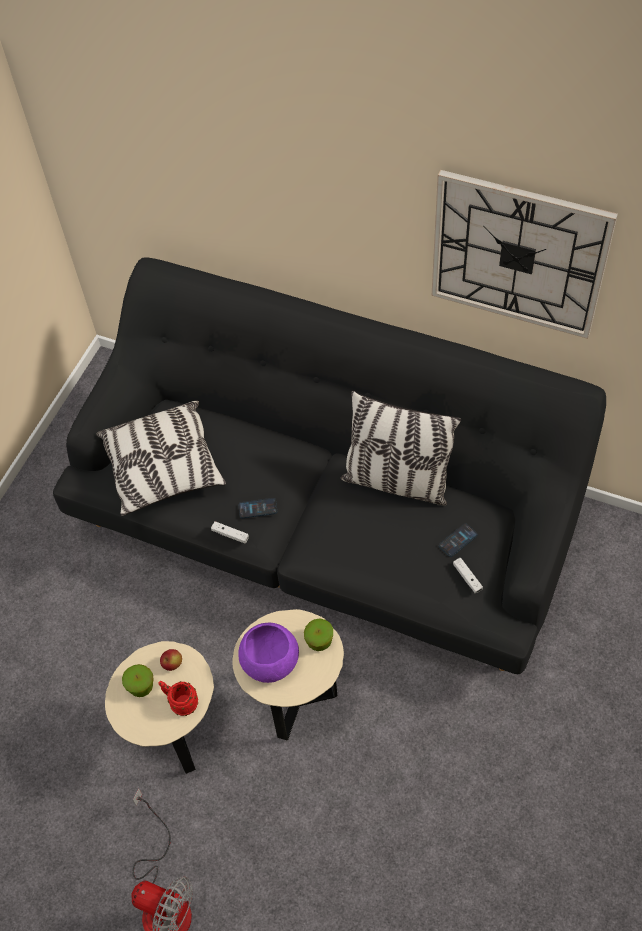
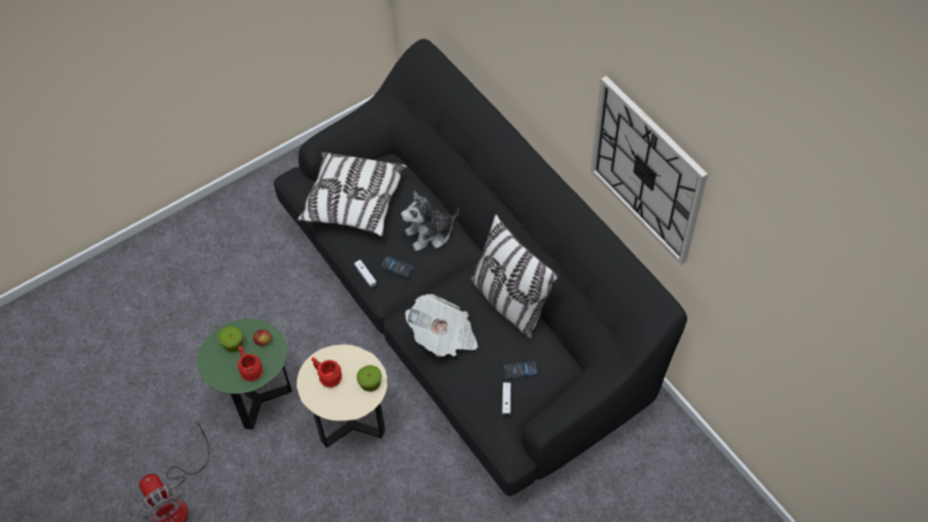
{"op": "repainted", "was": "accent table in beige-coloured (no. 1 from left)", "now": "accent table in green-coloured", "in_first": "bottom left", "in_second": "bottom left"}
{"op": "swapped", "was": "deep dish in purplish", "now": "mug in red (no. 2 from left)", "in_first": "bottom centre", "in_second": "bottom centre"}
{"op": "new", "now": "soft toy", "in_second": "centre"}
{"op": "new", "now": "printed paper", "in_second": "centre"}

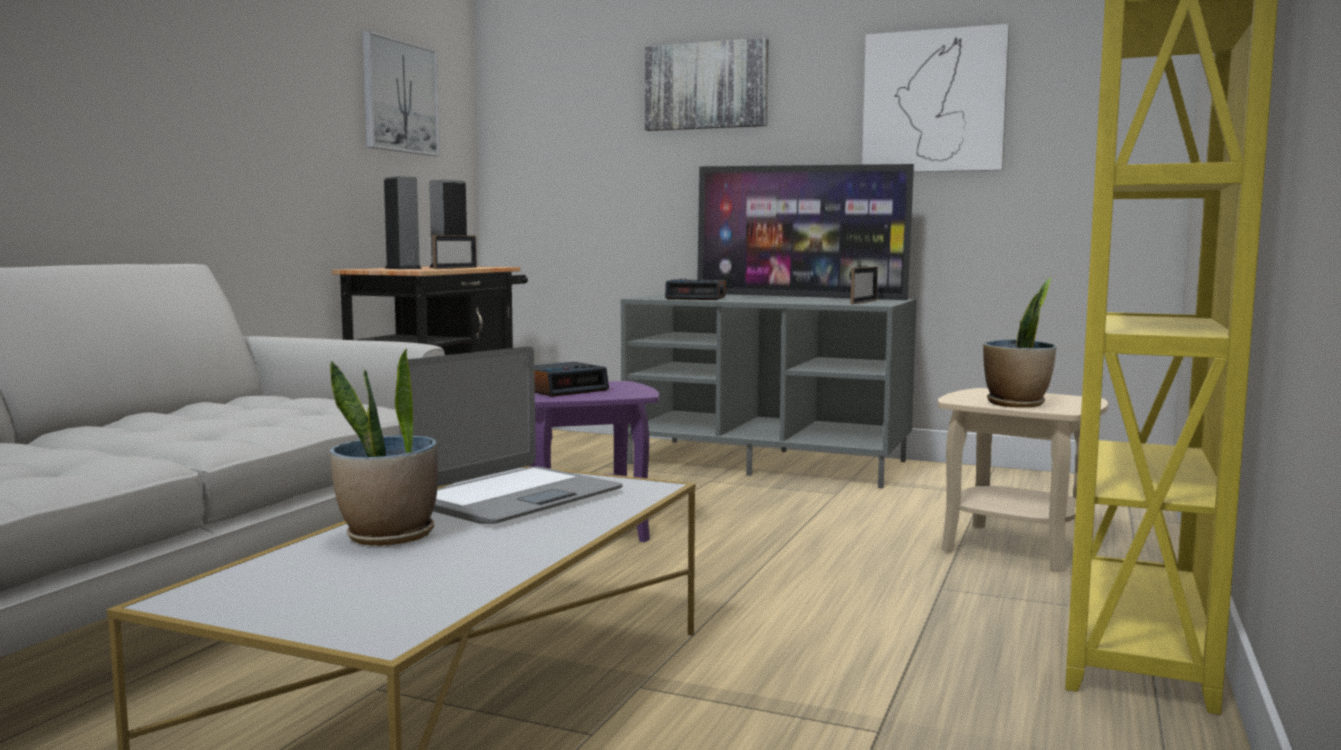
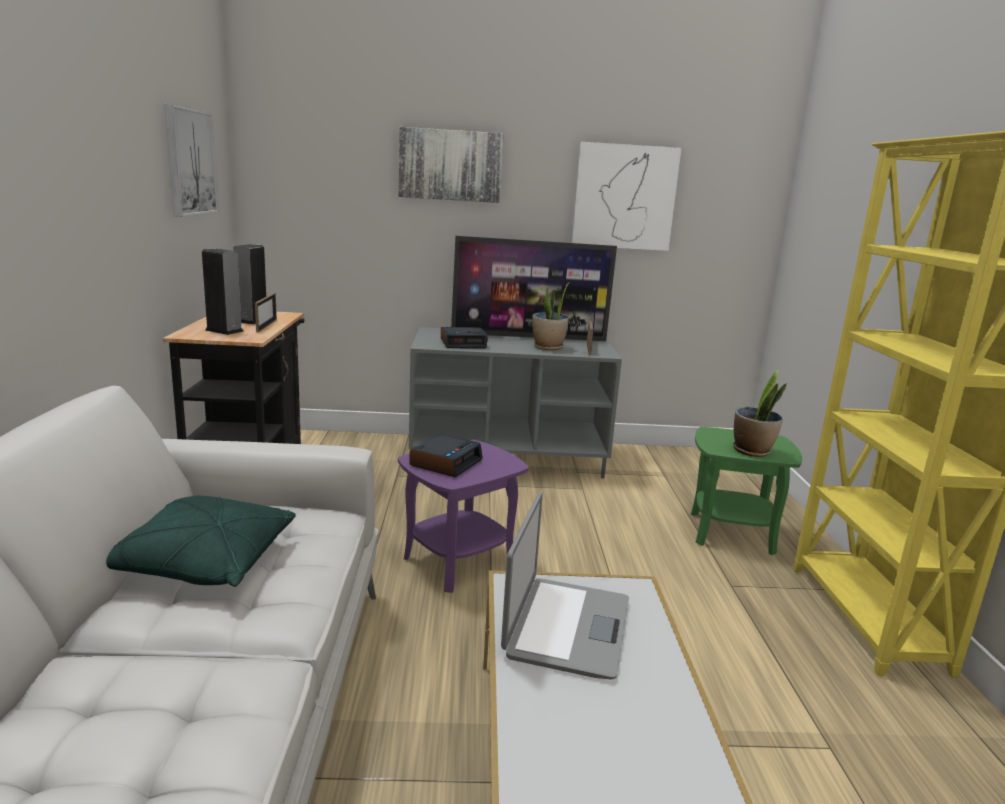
{"op": "new", "now": "cushion in green-coloured", "in_second": "bottom left"}
{"op": "shifted", "was": "plant in a pot (no. 1 from left)", "in_first": "middle left", "in_second": "centre"}
{"op": "repainted", "was": "accent table in beige-coloured", "now": "accent table in green-coloured", "in_first": "middle right", "in_second": "middle right"}

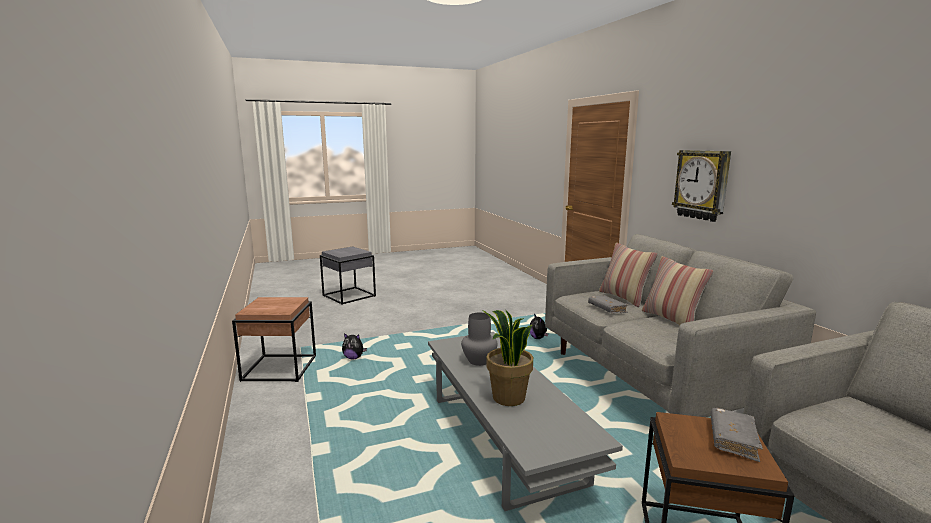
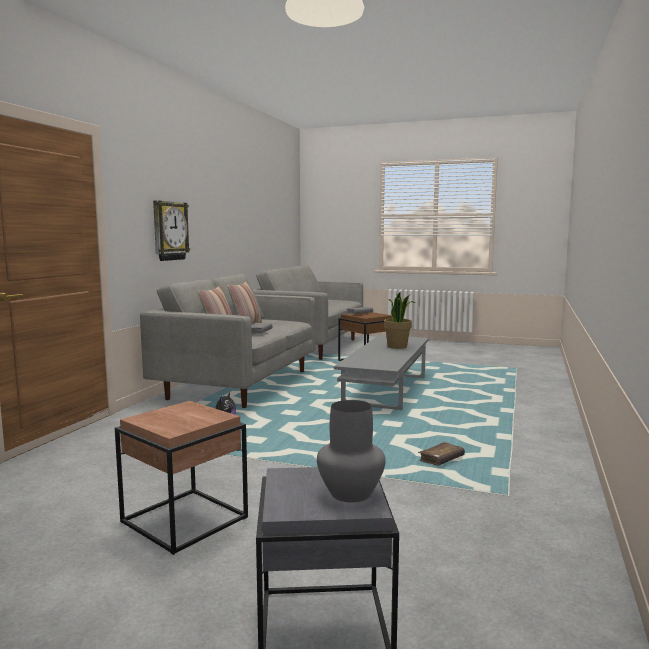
{"op": "shifted", "was": "accent table in brown (no. 1 from left)", "in_first": "middle left", "in_second": "bottom left"}
{"op": "shifted", "was": "vase in grey", "in_first": "centre", "in_second": "bottom centre"}
{"op": "swapped", "was": "soft toy (no. 1 from left)", "now": "book in brown", "in_first": "centre", "in_second": "bottom right"}

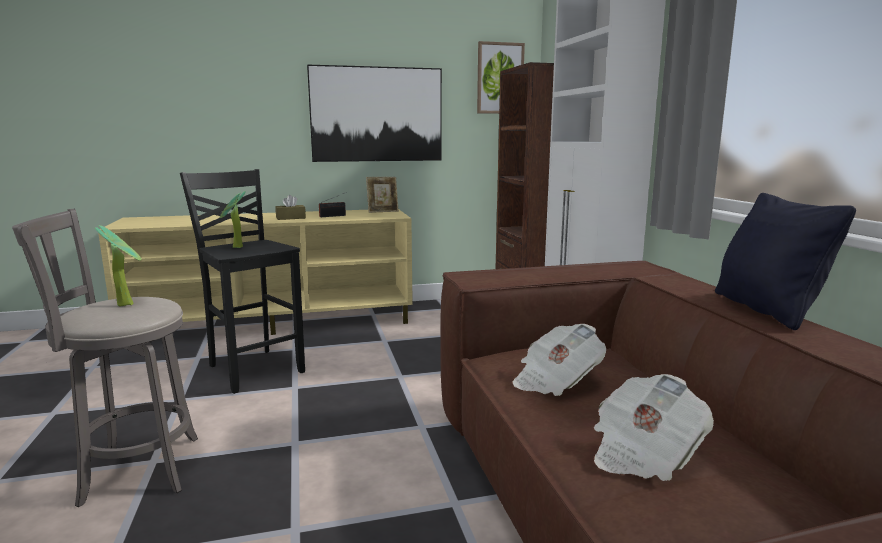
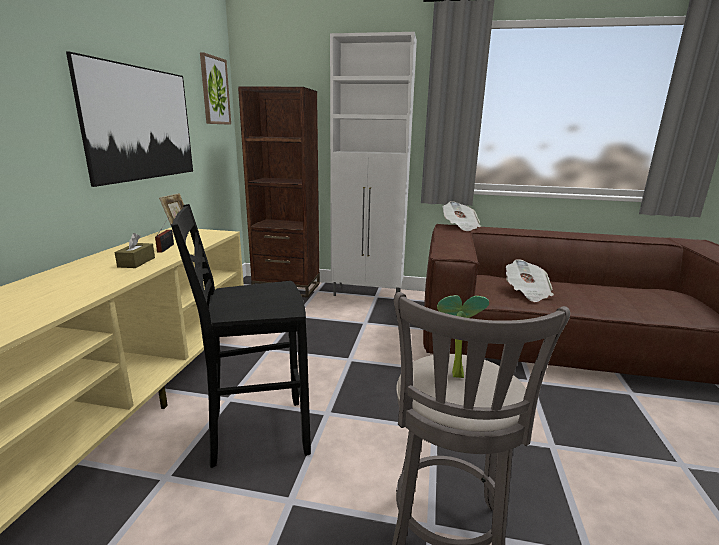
{"op": "shifted", "was": "printed paper (no. 2 from left in the first image)", "now": "printed paper (no. 1 from left)", "in_first": "bottom right", "in_second": "centre"}
{"op": "gone", "was": "plant in a pot (no. 2 from left)", "in_first": "middle left"}
{"op": "gone", "was": "cushion in blackish", "in_first": "middle right"}

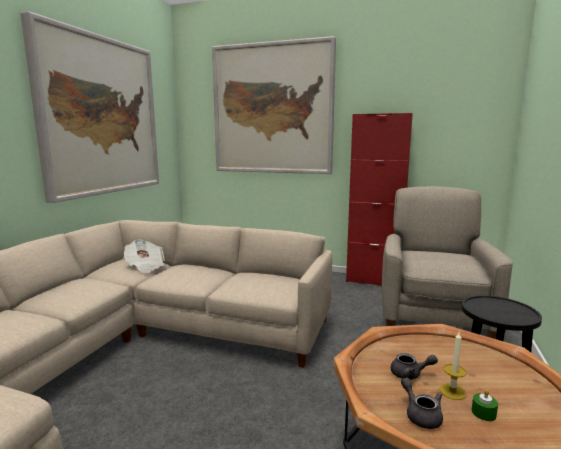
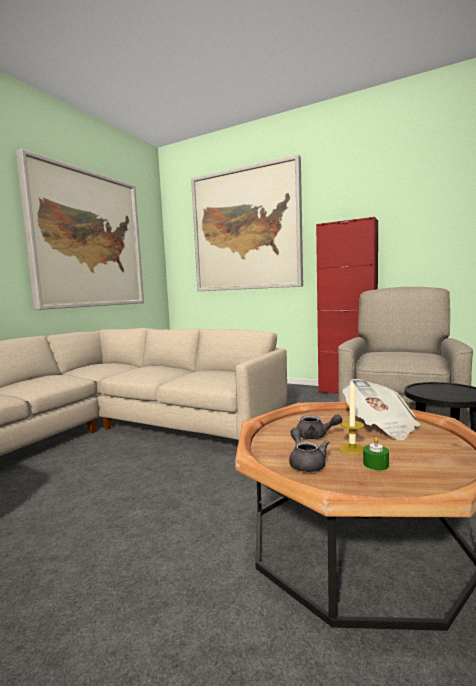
{"op": "shifted", "was": "printed paper", "in_first": "middle left", "in_second": "middle right"}

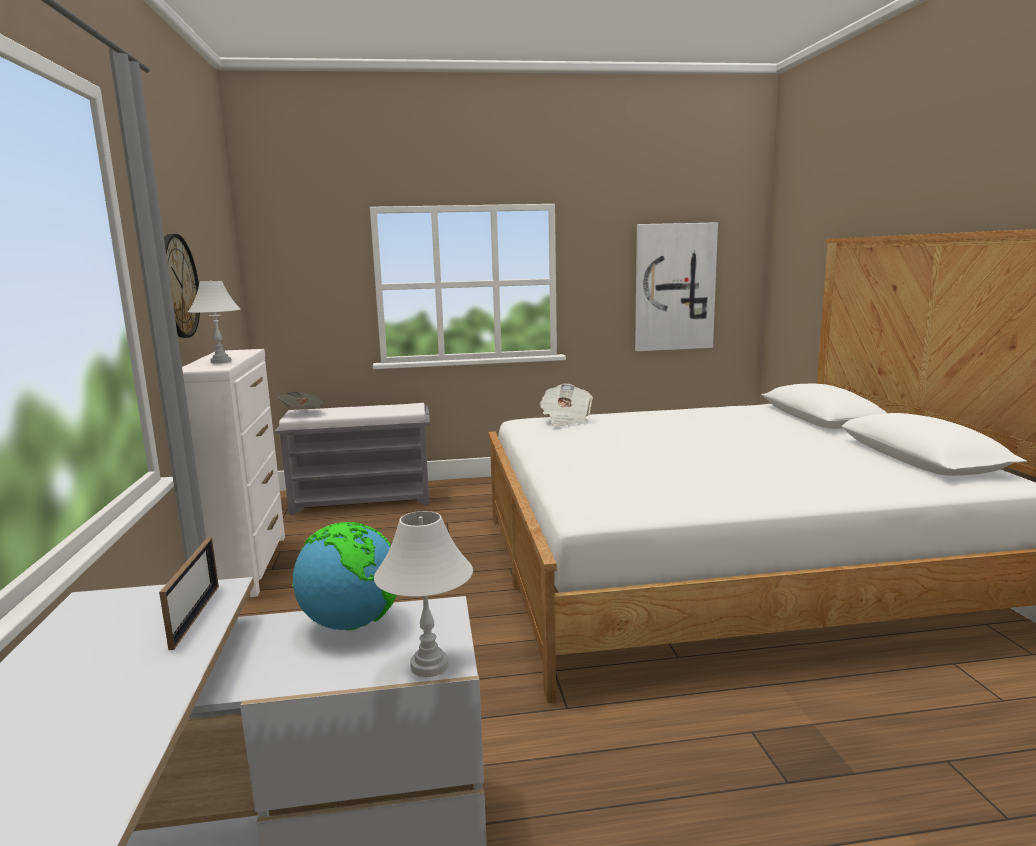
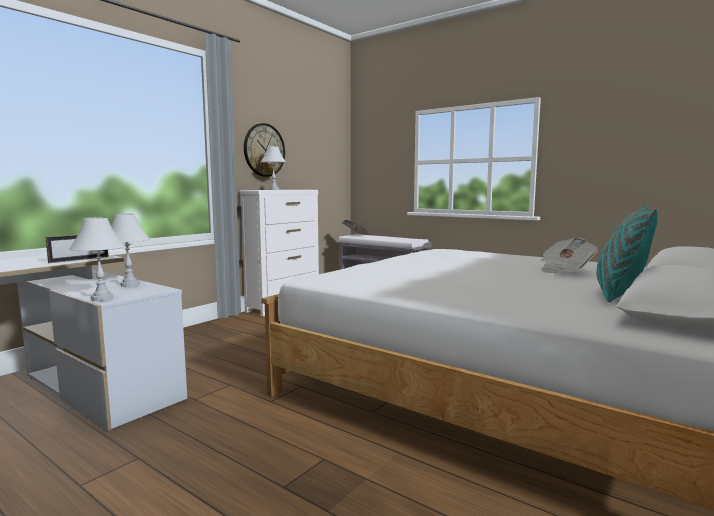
{"op": "swapped", "was": "world globe", "now": "lamp for a table in white-coloured (no. 2 from left)", "in_first": "bottom left", "in_second": "middle left"}
{"op": "shifted", "was": "printed paper (no. 2 from left)", "in_first": "centre", "in_second": "middle right"}
{"op": "new", "now": "cushion in turquoise-coloured", "in_second": "middle right"}
{"op": "gone", "was": "wall picture", "in_first": "centre"}

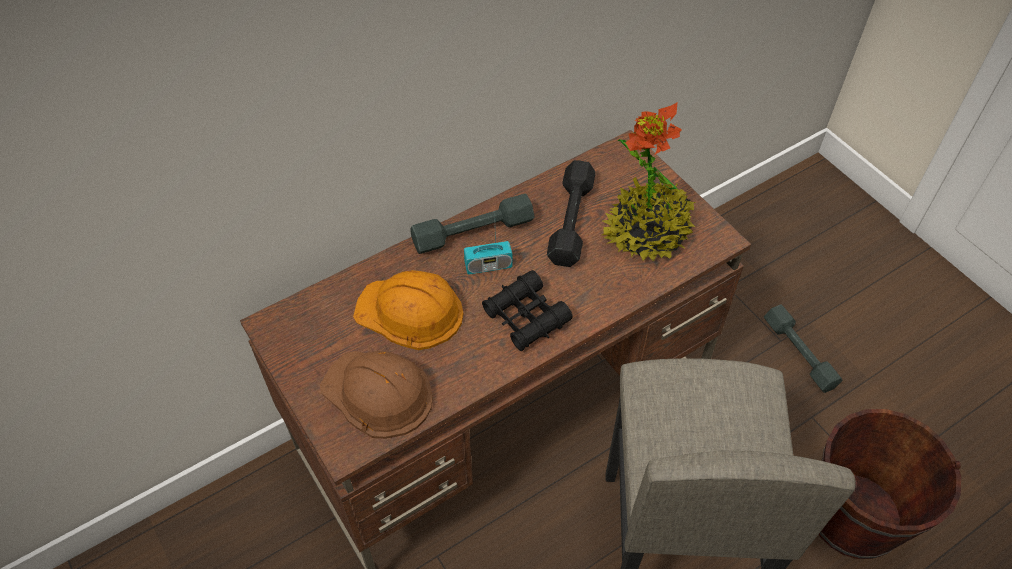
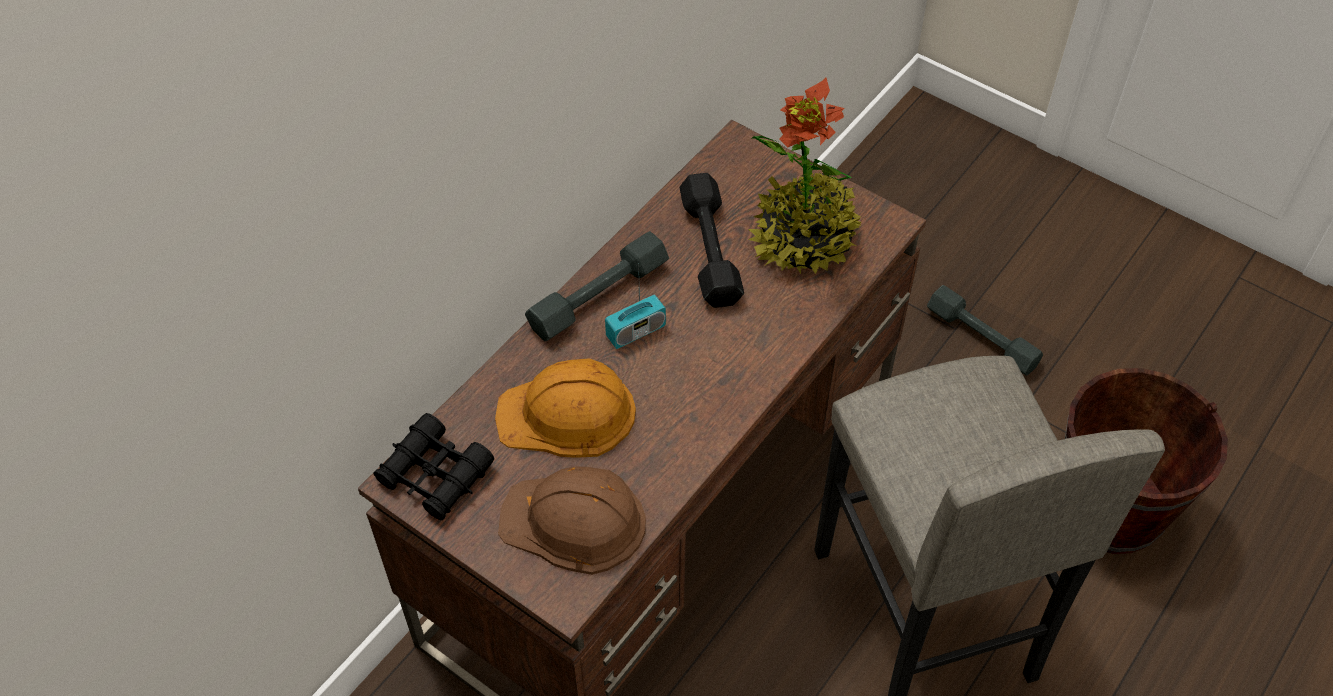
{"op": "shifted", "was": "field glasses in blackish", "in_first": "centre", "in_second": "bottom left"}

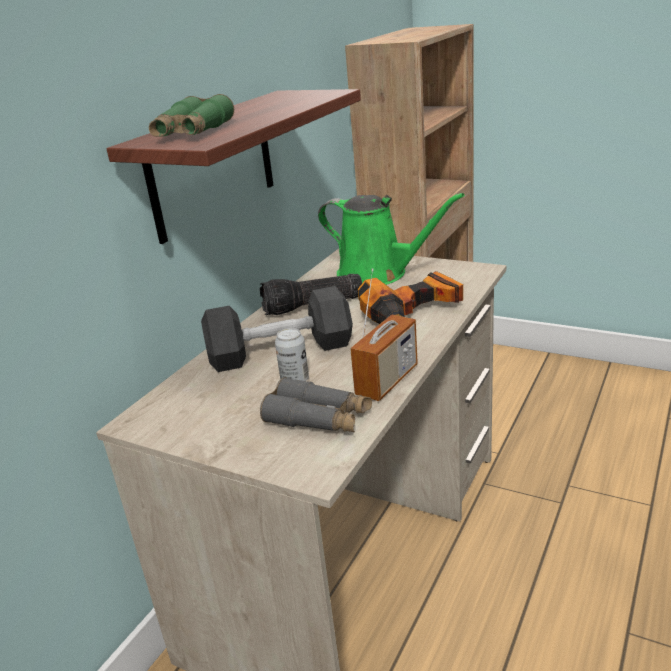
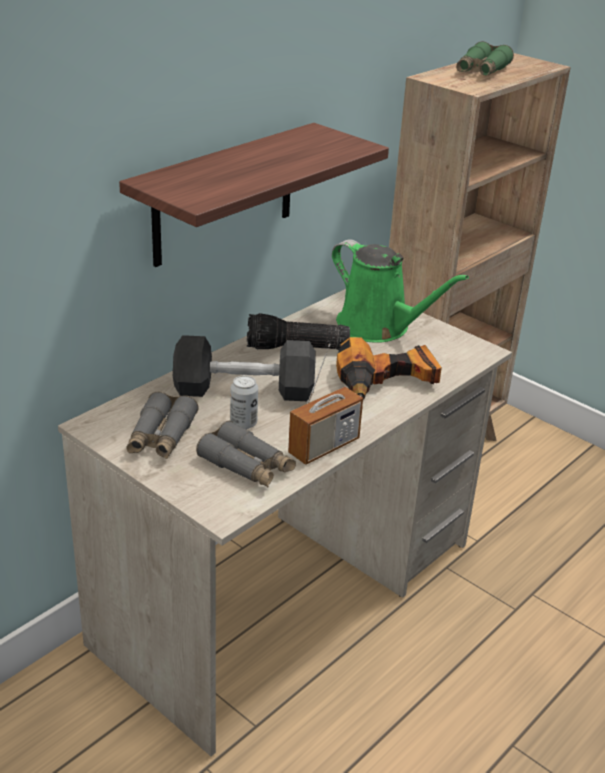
{"op": "new", "now": "field glasses in grey (no. 1 from left)", "in_second": "middle left"}
{"op": "shifted", "was": "field glasses in green-coloured", "in_first": "top left", "in_second": "top right"}

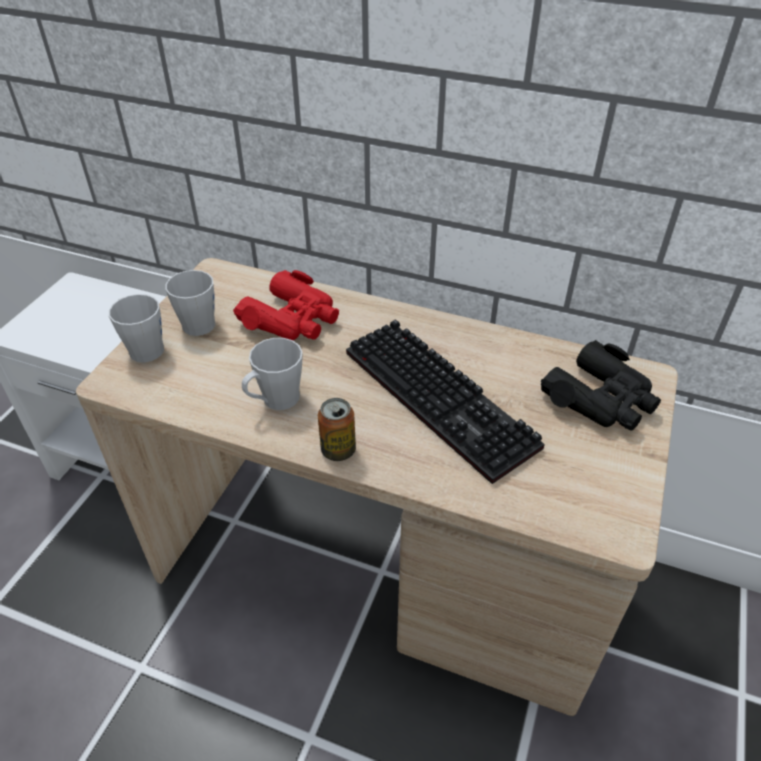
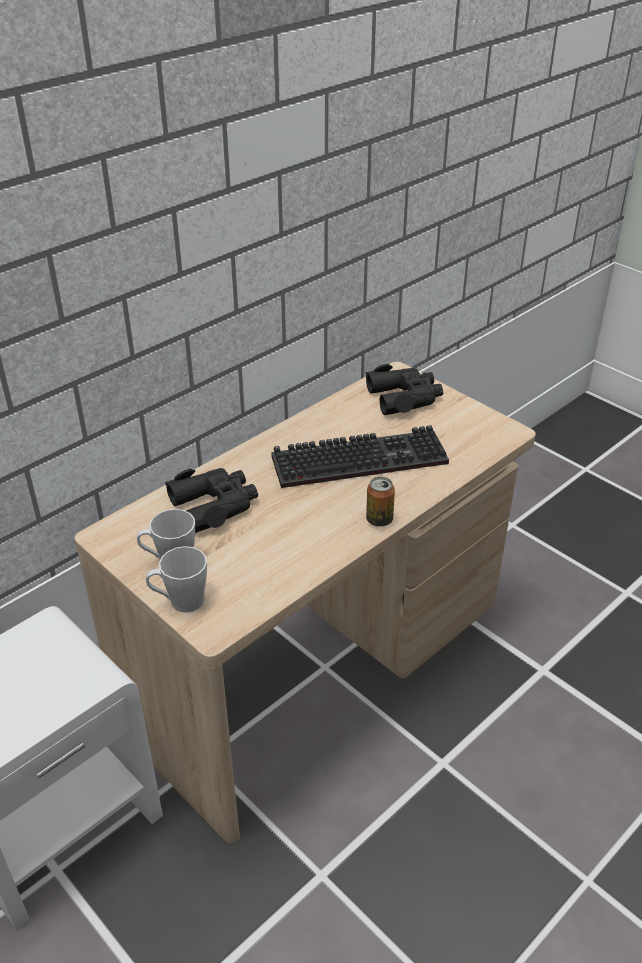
{"op": "repainted", "was": "field glasses in red", "now": "field glasses in blackish (no. 1 from left)", "in_first": "centre", "in_second": "middle left"}
{"op": "gone", "was": "mug in grey (no. 3 from left)", "in_first": "centre"}

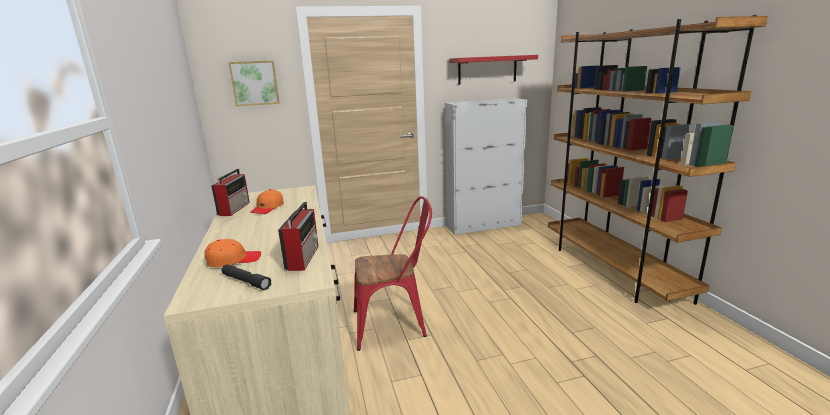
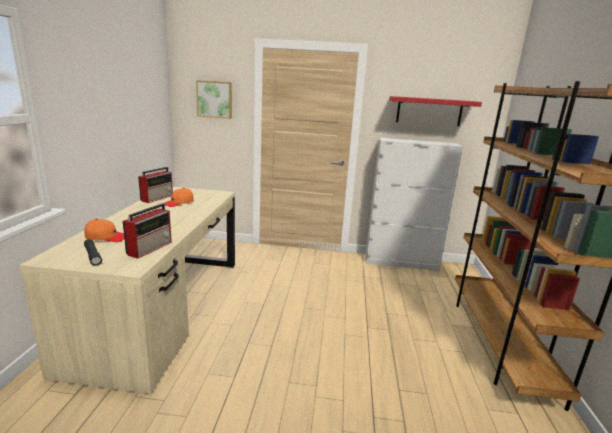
{"op": "gone", "was": "chair in red", "in_first": "centre"}

